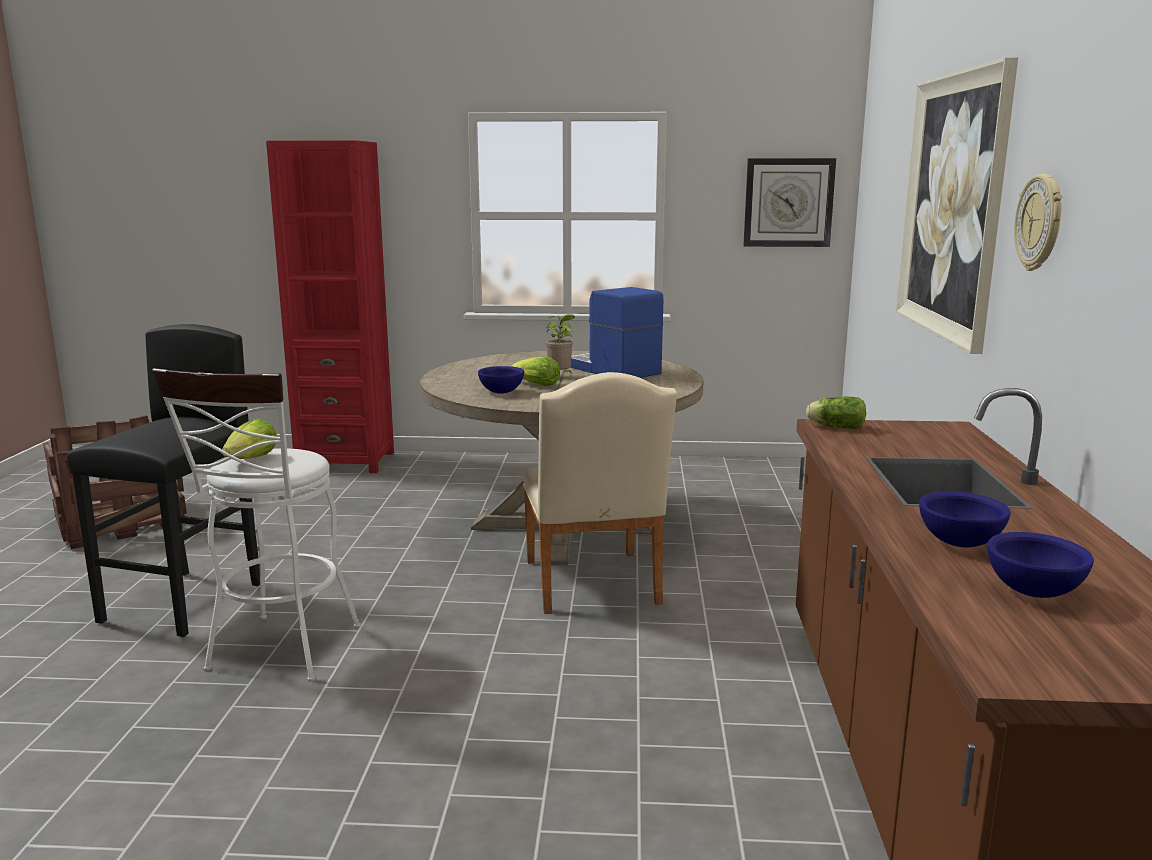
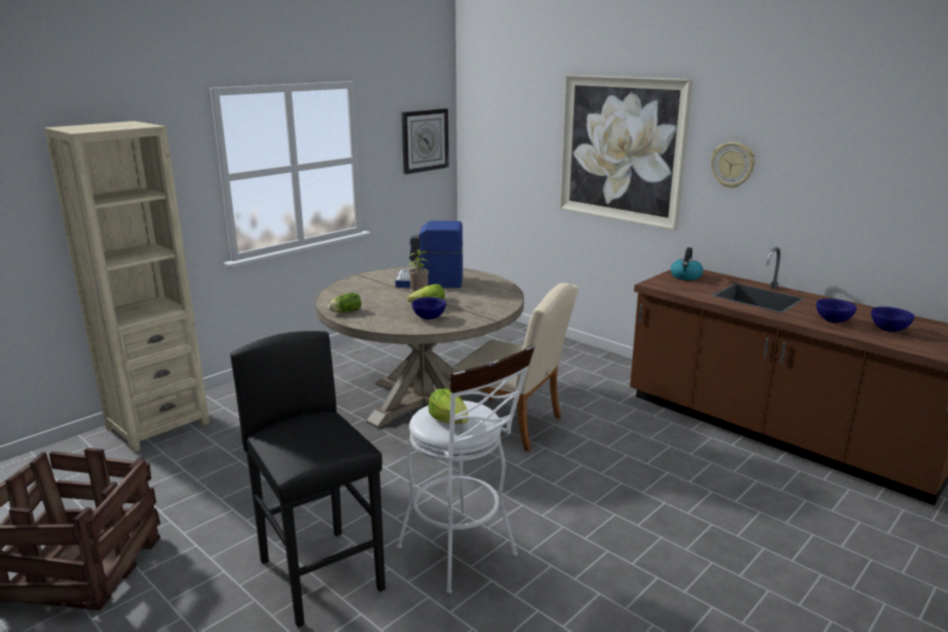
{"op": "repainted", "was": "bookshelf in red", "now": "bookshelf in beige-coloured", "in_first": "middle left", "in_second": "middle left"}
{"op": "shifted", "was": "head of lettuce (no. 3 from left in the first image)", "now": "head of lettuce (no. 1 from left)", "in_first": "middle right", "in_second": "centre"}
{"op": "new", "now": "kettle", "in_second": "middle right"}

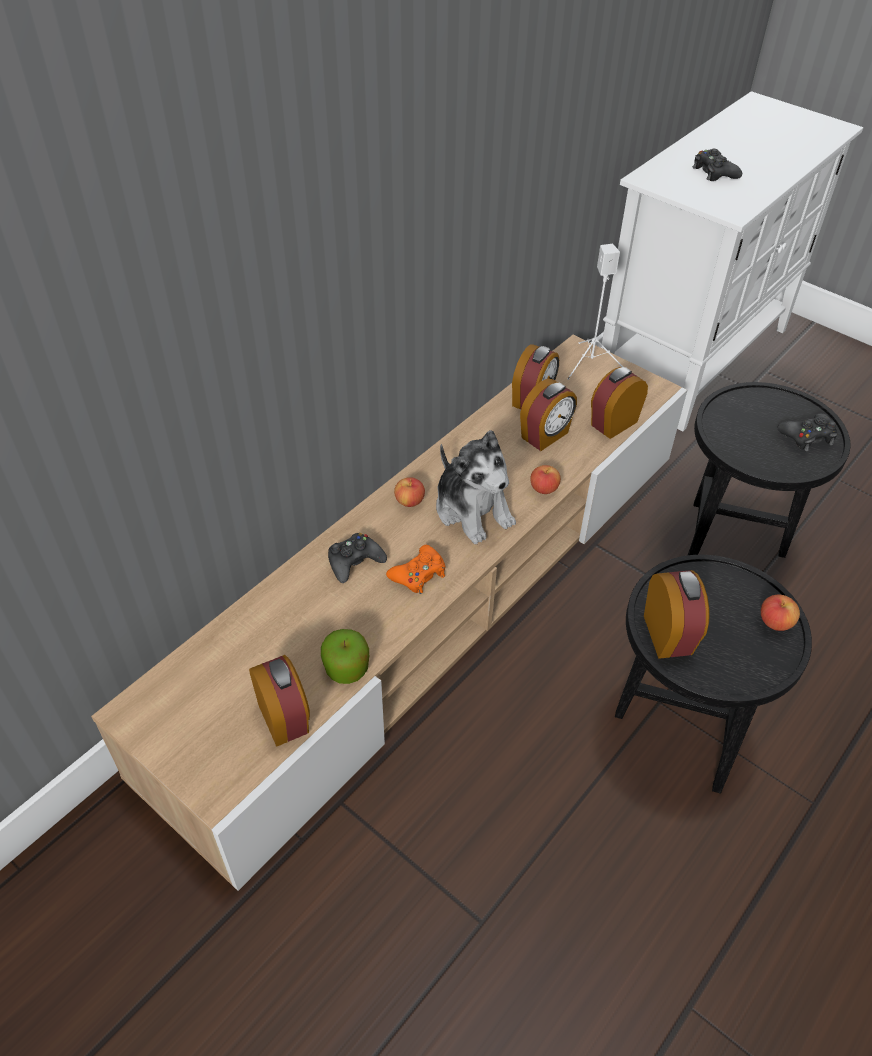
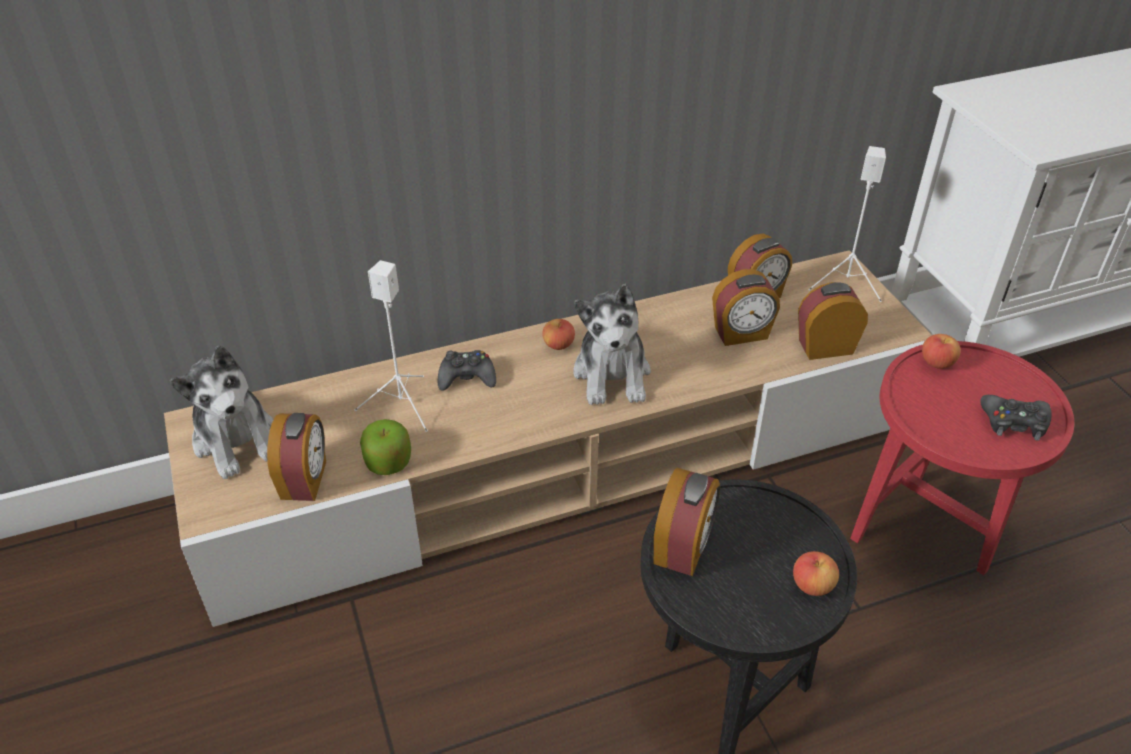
{"op": "new", "now": "soft toy (no. 1 from left)", "in_second": "middle left"}
{"op": "new", "now": "audio speaker in white-coloured (no. 1 from left)", "in_second": "centre"}
{"op": "repainted", "was": "accent table in blackish (no. 2 from left)", "now": "accent table in red", "in_first": "middle right", "in_second": "middle right"}
{"op": "shifted", "was": "whole apple (no. 3 from left in the first image)", "now": "whole apple (no. 4 from left)", "in_first": "centre", "in_second": "middle right"}
{"op": "gone", "was": "gamepad in orangey", "in_first": "centre"}
{"op": "gone", "was": "gamepad in blackish (no. 2 from left)", "in_first": "top right"}

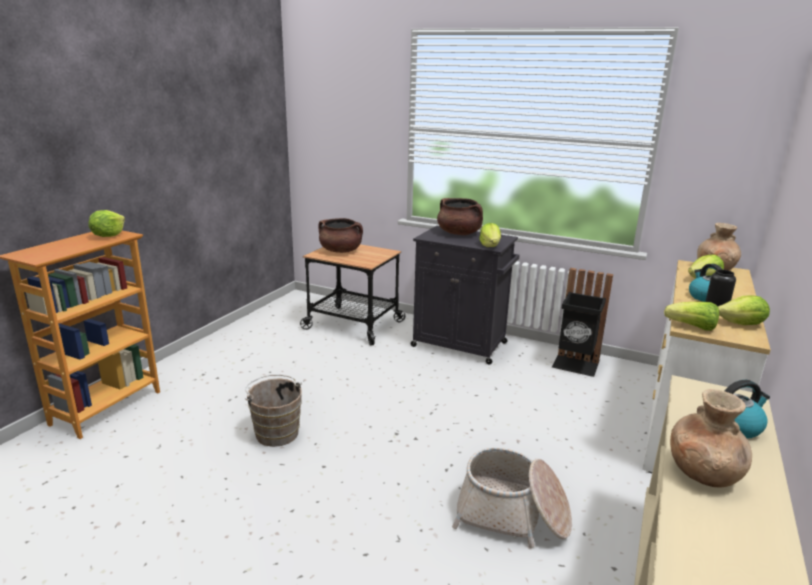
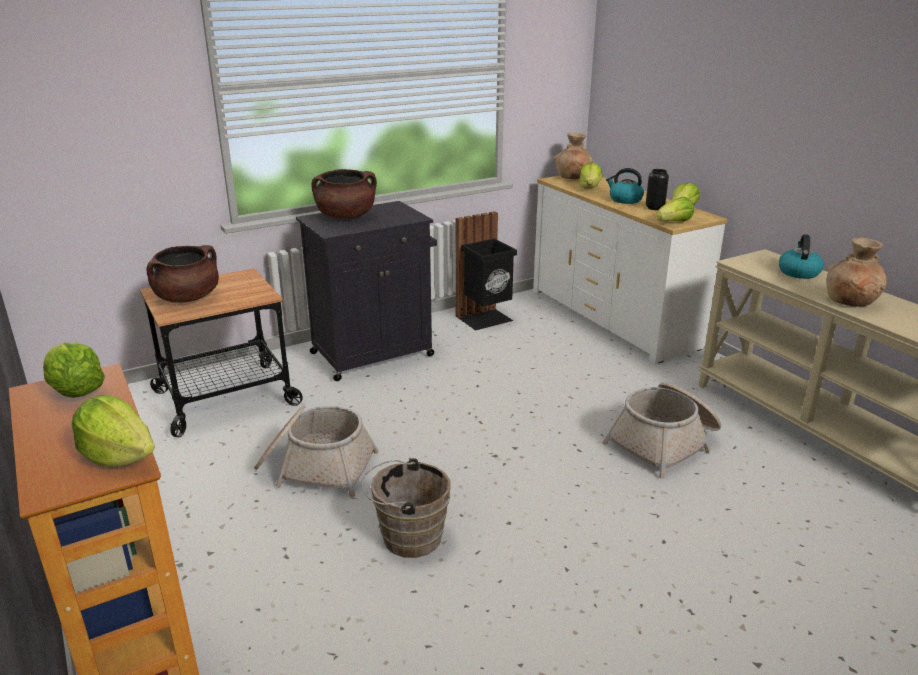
{"op": "shifted", "was": "head of lettuce (no. 2 from left)", "in_first": "centre", "in_second": "middle left"}
{"op": "new", "now": "basket (no. 1 from left)", "in_second": "bottom centre"}

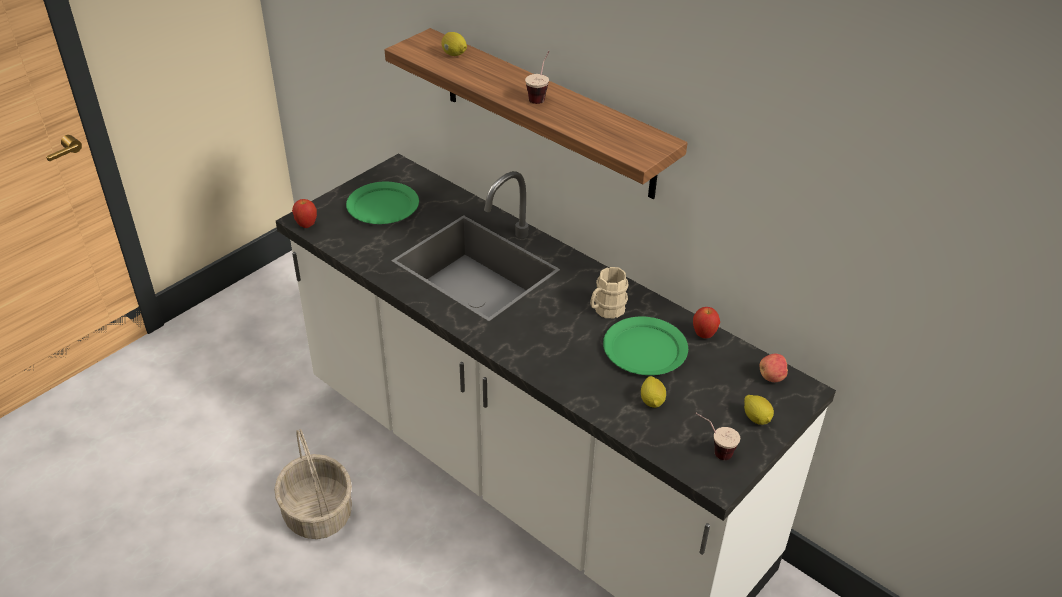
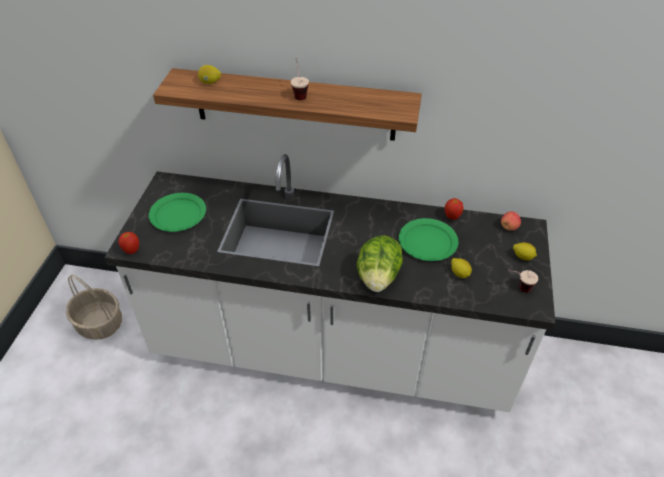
{"op": "shifted", "was": "basket", "in_first": "bottom left", "in_second": "middle left"}
{"op": "new", "now": "head of lettuce", "in_second": "centre"}
{"op": "gone", "was": "mug in beige-coloured", "in_first": "centre"}

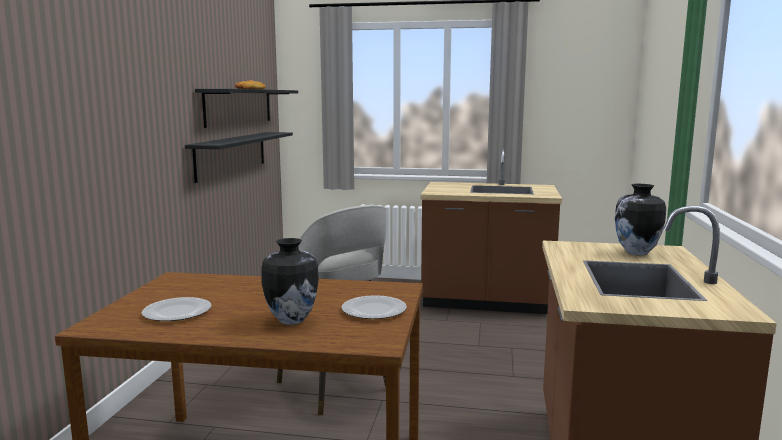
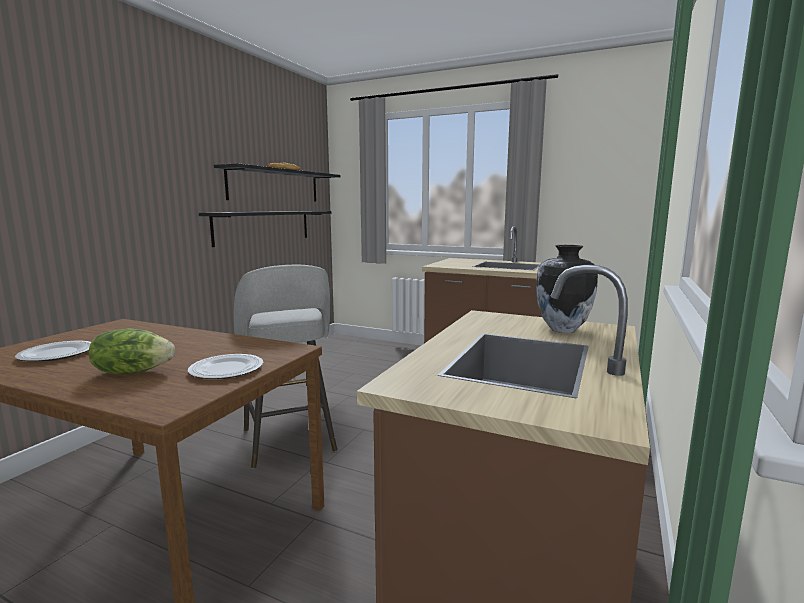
{"op": "swapped", "was": "vase (no. 1 from left)", "now": "head of lettuce", "in_first": "centre", "in_second": "middle left"}

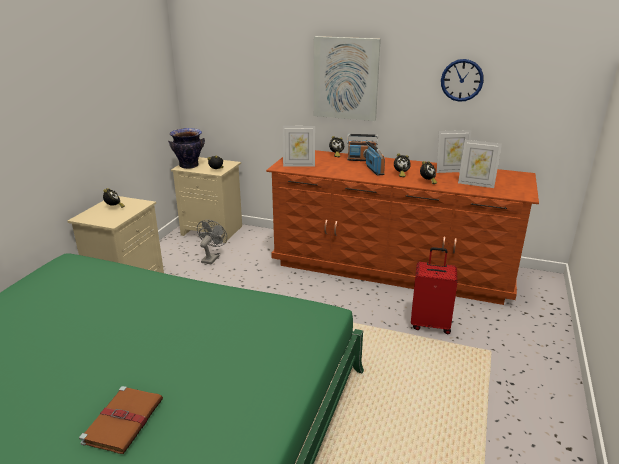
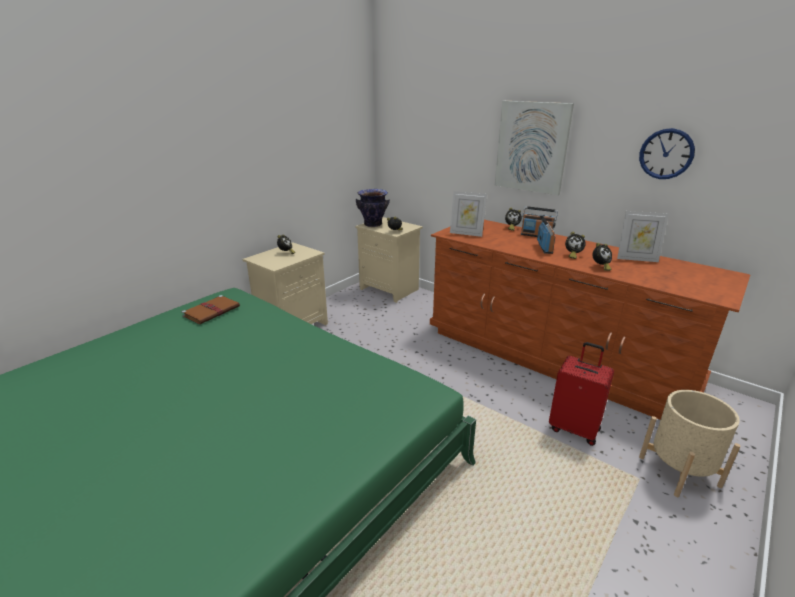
{"op": "shifted", "was": "book in brown", "in_first": "bottom left", "in_second": "middle left"}
{"op": "new", "now": "flower pot in beige-coloured", "in_second": "bottom right"}
{"op": "gone", "was": "electric fan in grey", "in_first": "centre"}
{"op": "gone", "was": "photo frame (no. 3 from left)", "in_first": "middle right"}

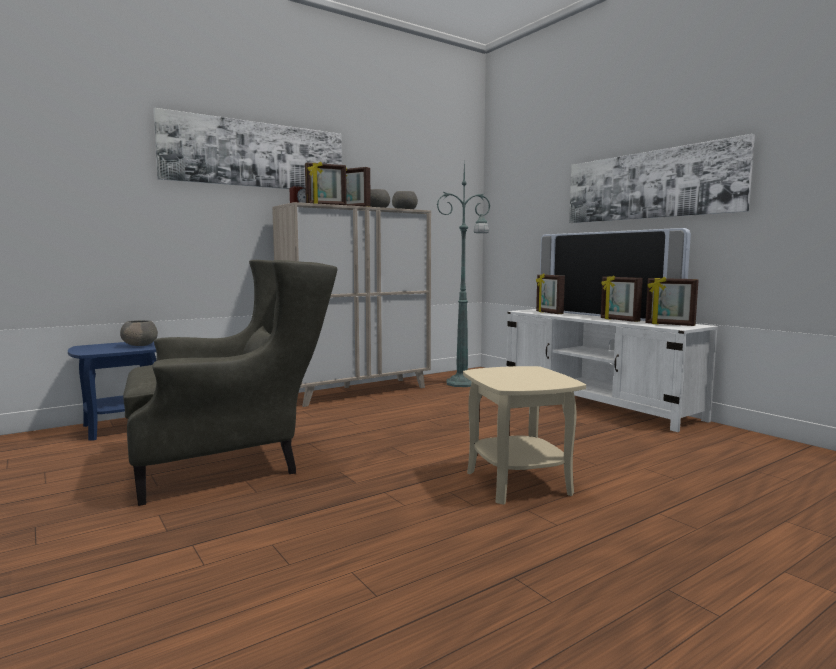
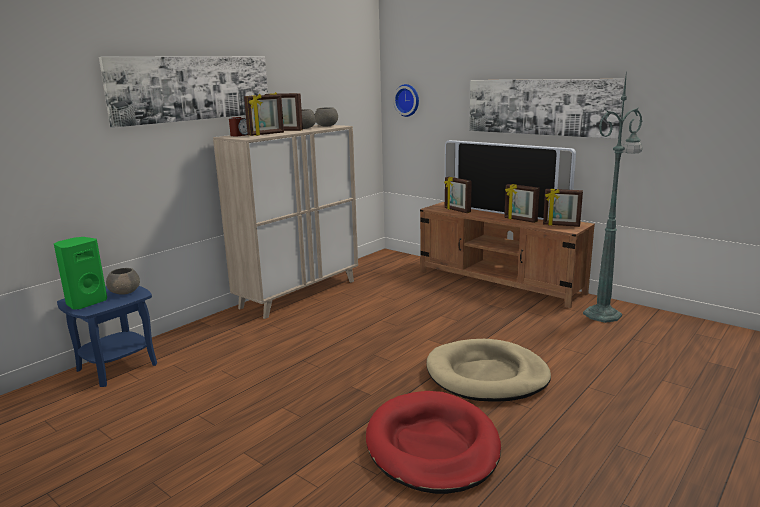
{"op": "new", "now": "audio speaker in green-coloured", "in_second": "middle left"}
{"op": "new", "now": "pet bed in red", "in_second": "bottom centre"}
{"op": "new", "now": "clock on the wall", "in_second": "top centre"}
{"op": "repainted", "was": "tv unit in white-coloured", "now": "tv unit in brown", "in_first": "middle right", "in_second": "middle right"}
{"op": "swapped", "was": "accent table in beige-coloured", "now": "pet bed in beige-coloured", "in_first": "centre", "in_second": "bottom centre"}
{"op": "shifted", "was": "standing lamp in green-coloured", "in_first": "centre", "in_second": "middle right"}
{"op": "gone", "was": "easy chair in grey", "in_first": "middle left"}

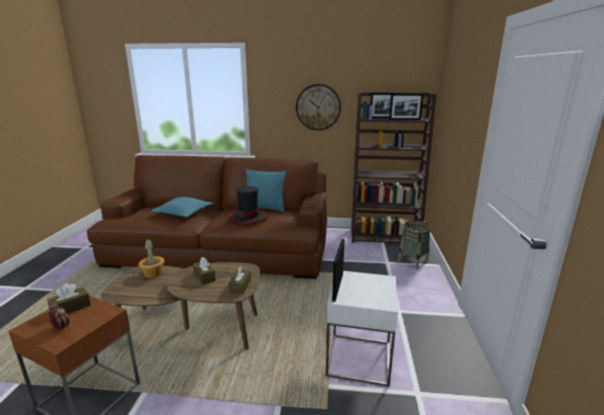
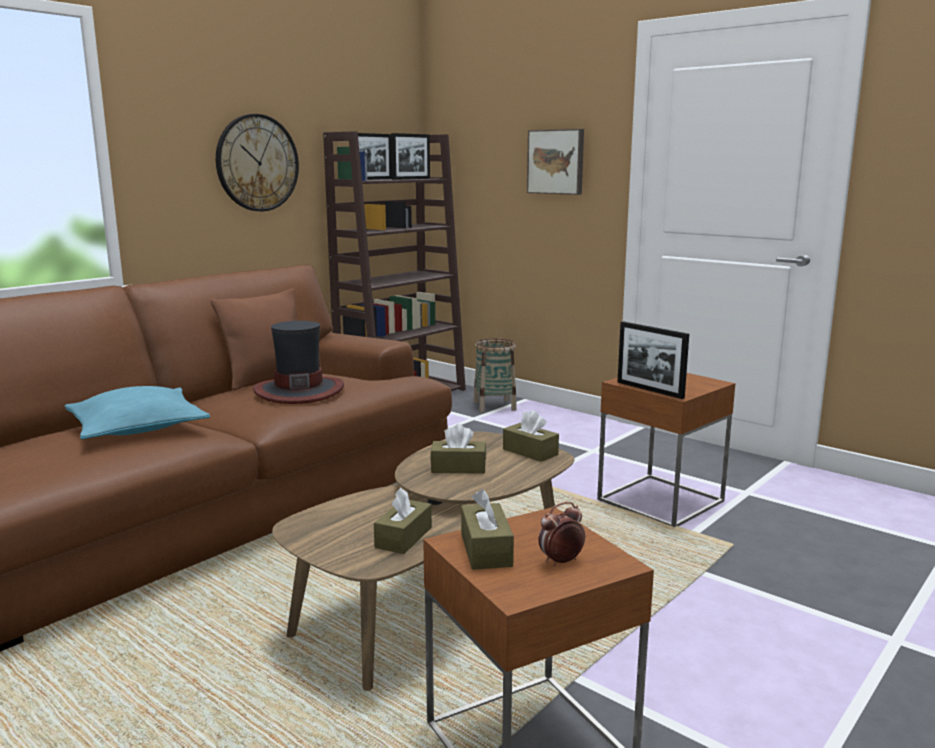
{"op": "repainted", "was": "cushion in turquoise-coloured (no. 2 from left)", "now": "cushion in brown", "in_first": "centre", "in_second": "middle left"}
{"op": "new", "now": "tissue holder in brown (no. 1 from left)", "in_second": "bottom centre"}
{"op": "new", "now": "wall picture", "in_second": "top centre"}
{"op": "repainted", "was": "accent table in white-coloured", "now": "accent table in brown (no. 2 from left)", "in_first": "bottom centre", "in_second": "middle right"}
{"op": "gone", "was": "plant in a pot", "in_first": "middle left"}

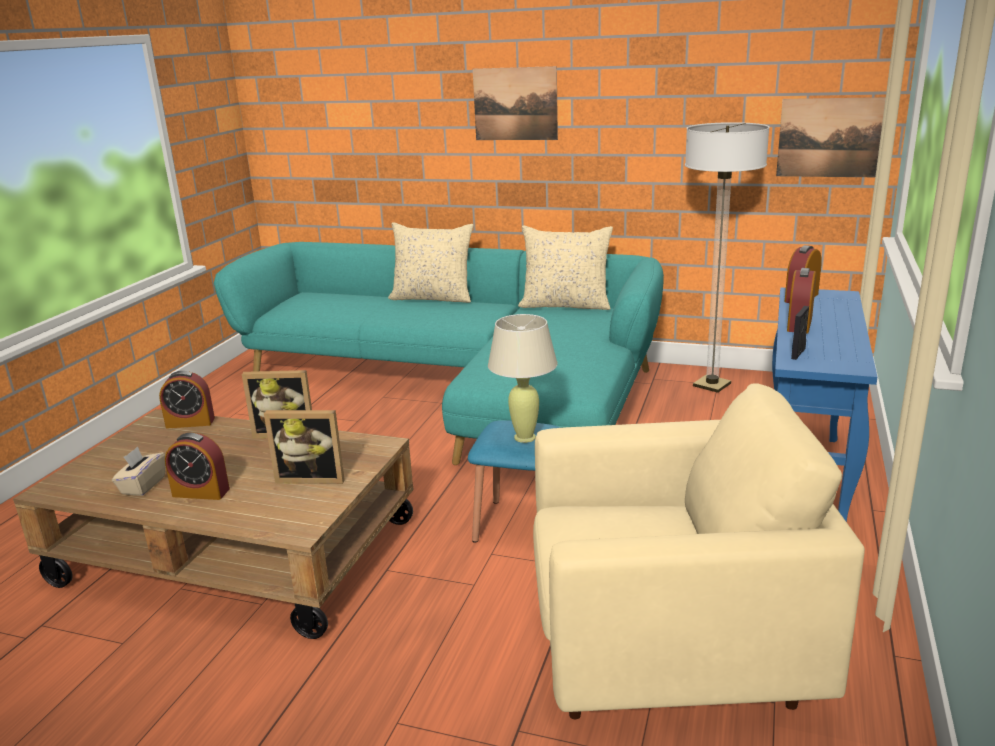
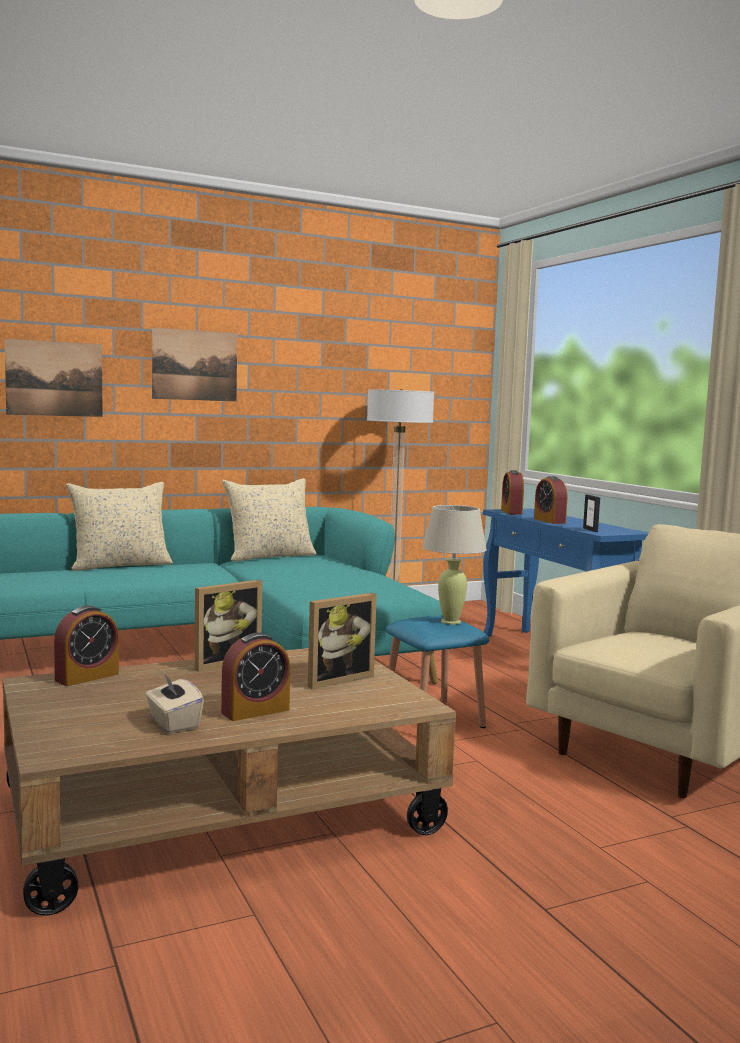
{"op": "shifted", "was": "wall picture (no. 2 from left in the first image)", "now": "wall picture (no. 1 from left)", "in_first": "top right", "in_second": "middle left"}

